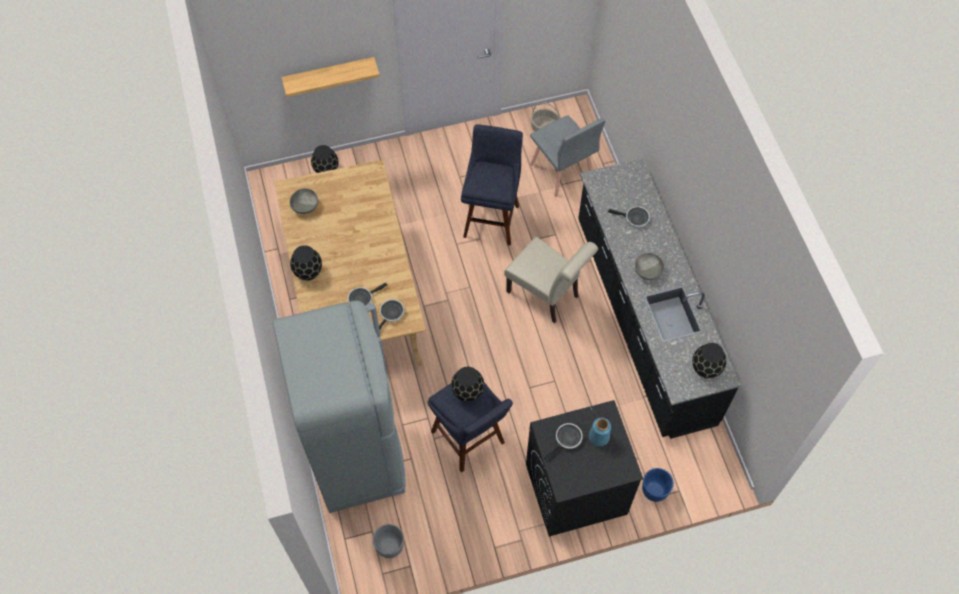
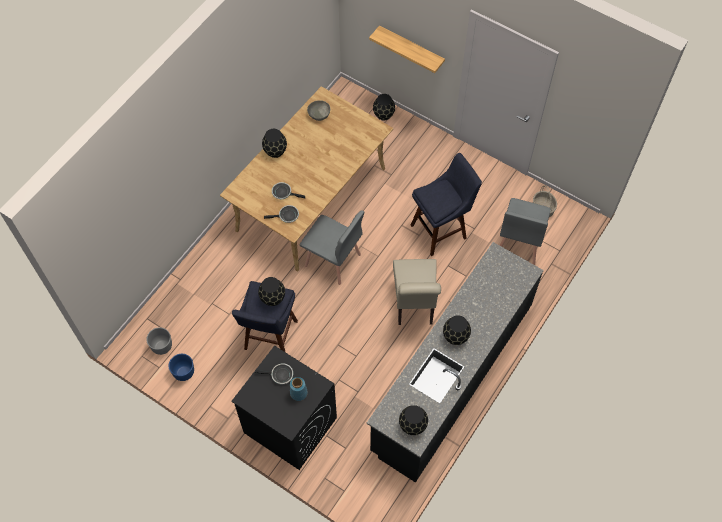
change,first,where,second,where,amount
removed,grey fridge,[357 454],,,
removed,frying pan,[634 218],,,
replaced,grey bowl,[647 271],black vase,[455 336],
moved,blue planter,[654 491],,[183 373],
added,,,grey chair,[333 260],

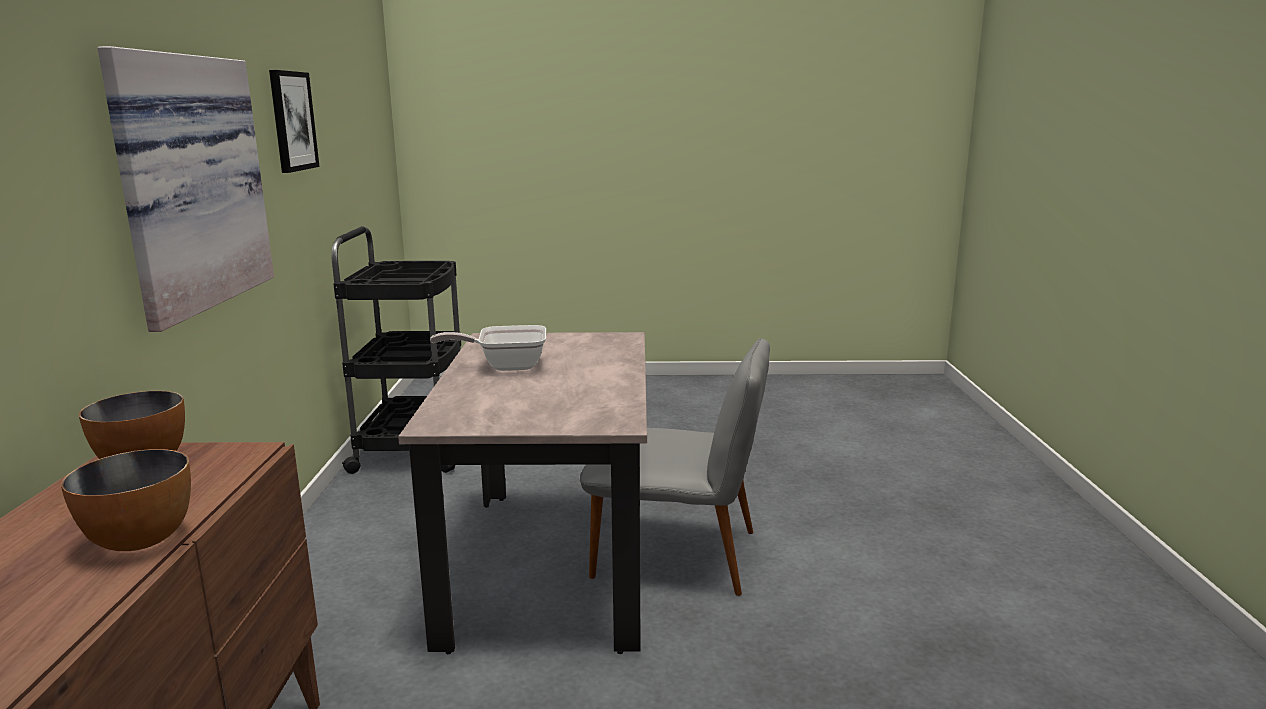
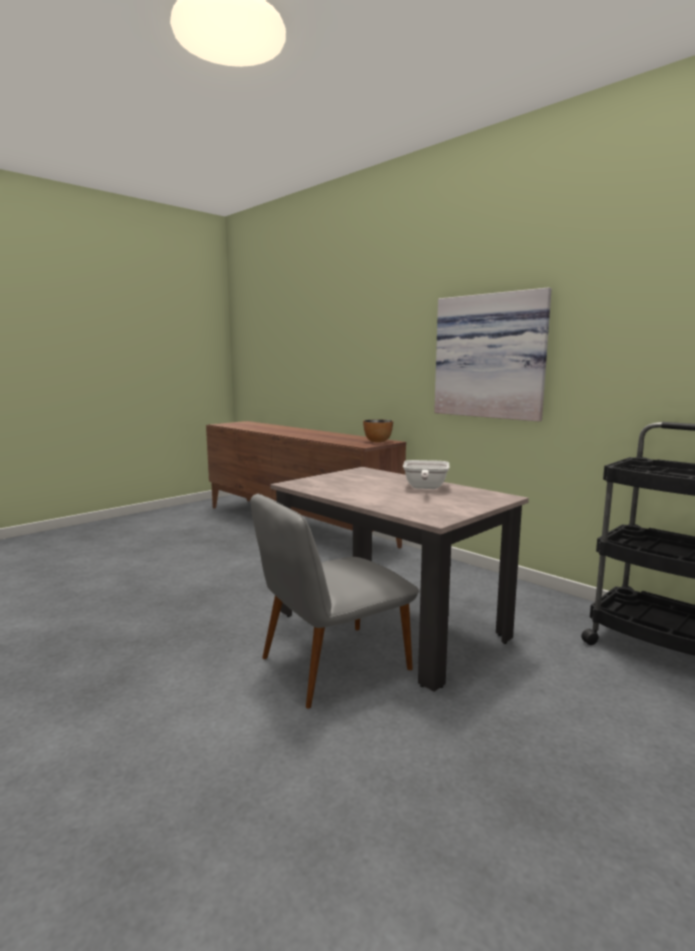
change,first,where,second,where,amount
removed,bowl,[140 541],,,
removed,picture,[292 121],,,
turned,frying pan,[505 366],,[424 488],150 degrees clockwise

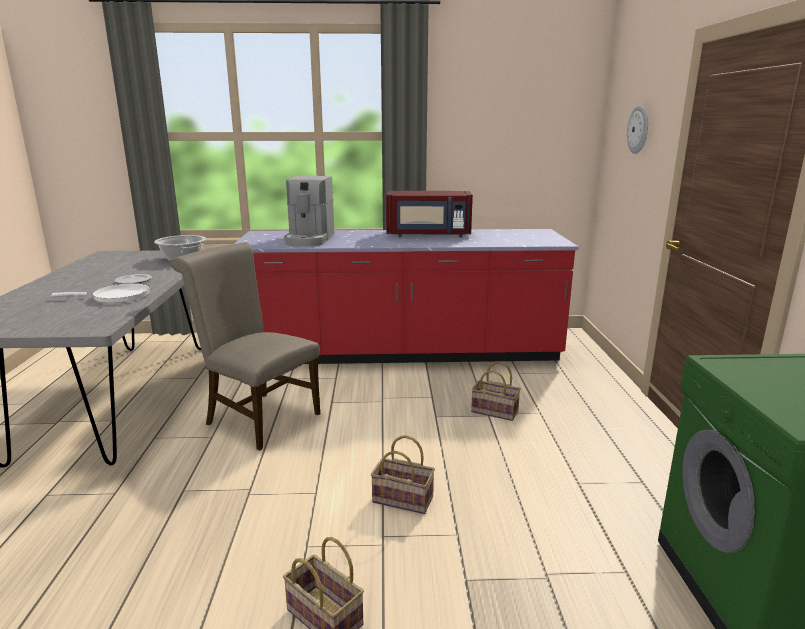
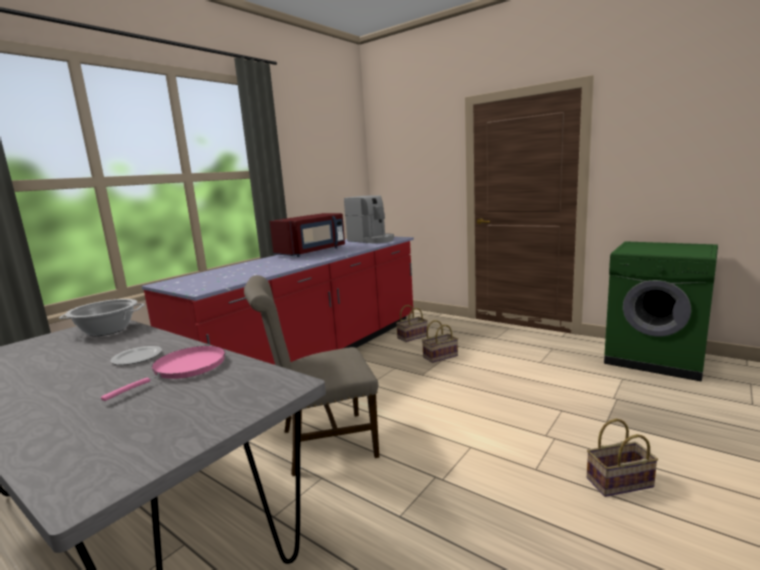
change,first,where,second,where,amount
recoloured,white frying pan,[117 297],pink frying pan,[185 369],
moved,coffee machine,[309 239],,[372 240],
moved,basket,[404 499],,[412 336],
removed,wall clock,[638 129],,,

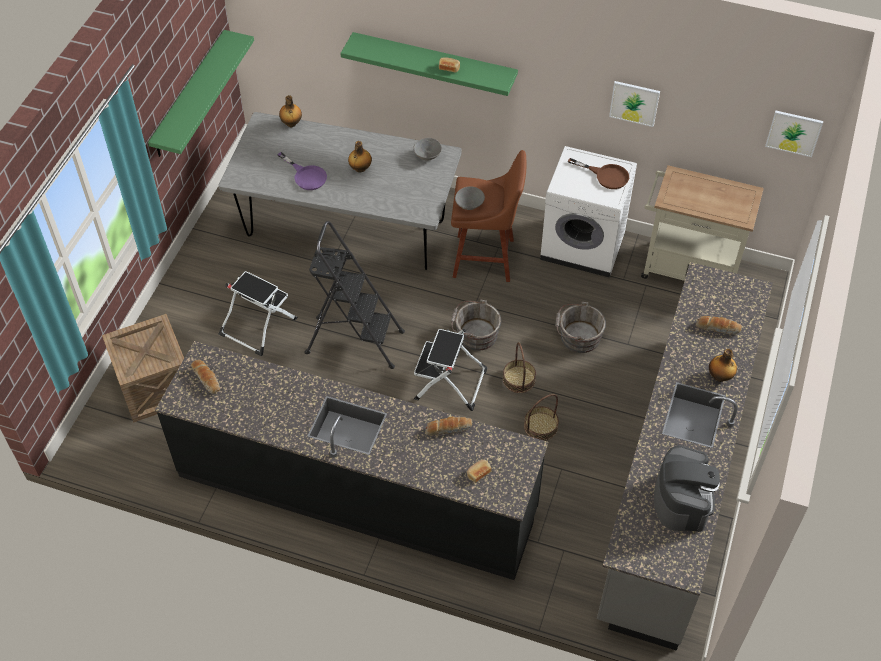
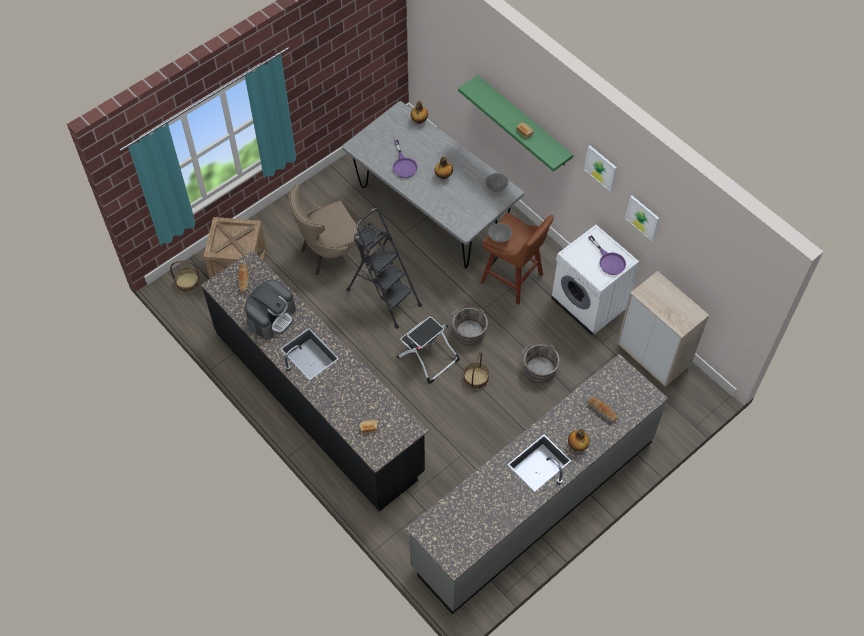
change,first,where,second,where,amount
removed,green shelf,[189 95],,,
replaced,step ladder,[257 324],beige chair,[329 253],
removed,bread,[448 428],,,
moved,basket,[540 426],,[187 282],
recoloured,brown frying pan,[606 176],purple frying pan,[609 261],
replaced,beige cart,[686 269],beige cabinet,[654 357],
moved,coffee machine,[682 499],,[272 317],
moved,picture,[794 133],,[600 168],

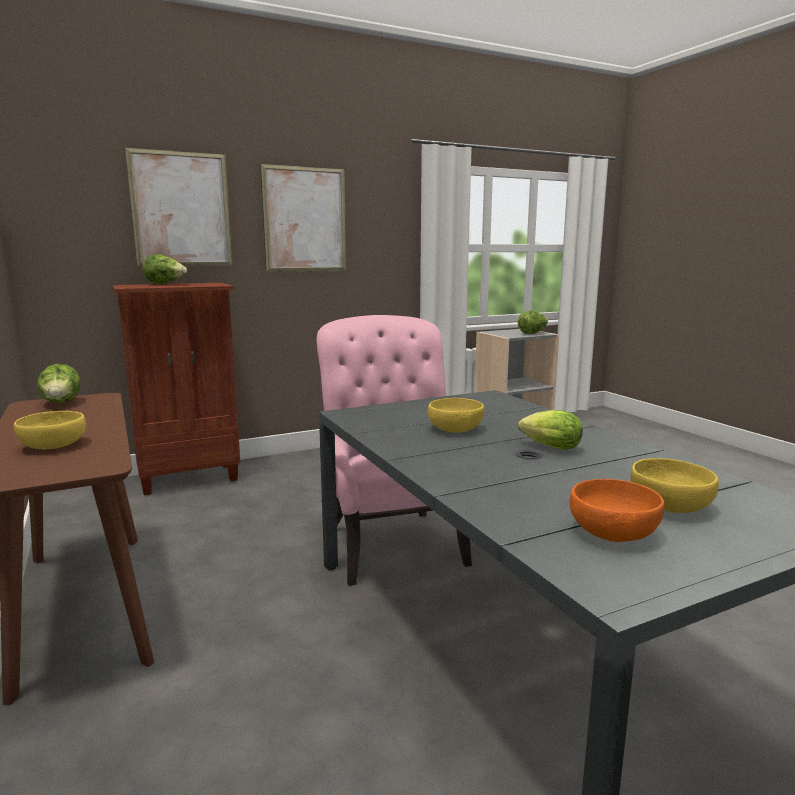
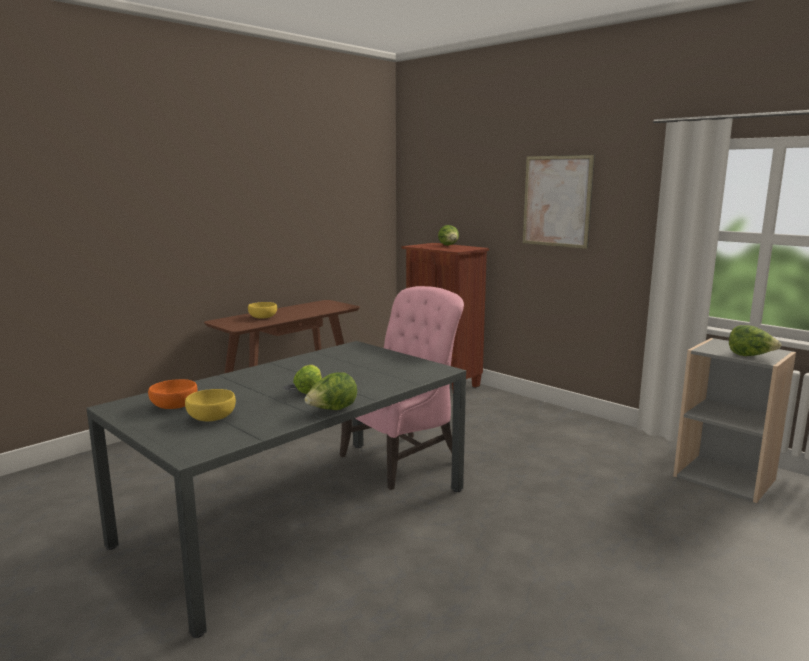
change,first,where,second,where,amount
moved,lettuce,[62 403],,[332 410],
removed,picture,[181 209],,,
removed,yellow bowl,[455 429],,,

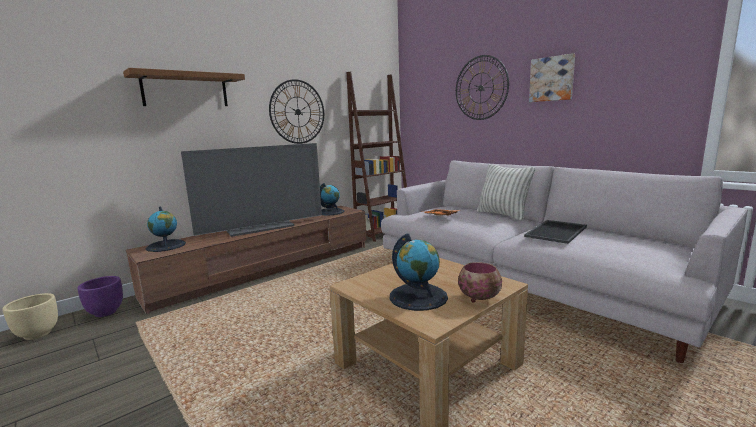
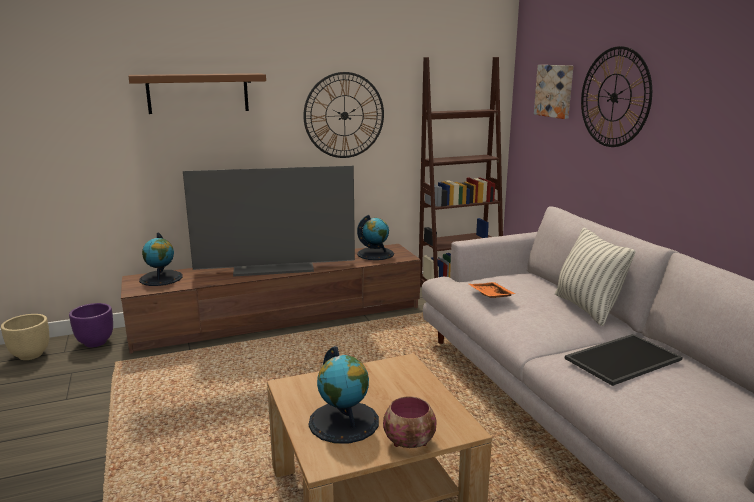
change,first,where,second,where,amount
moved,picture,[552 79],,[555 91],

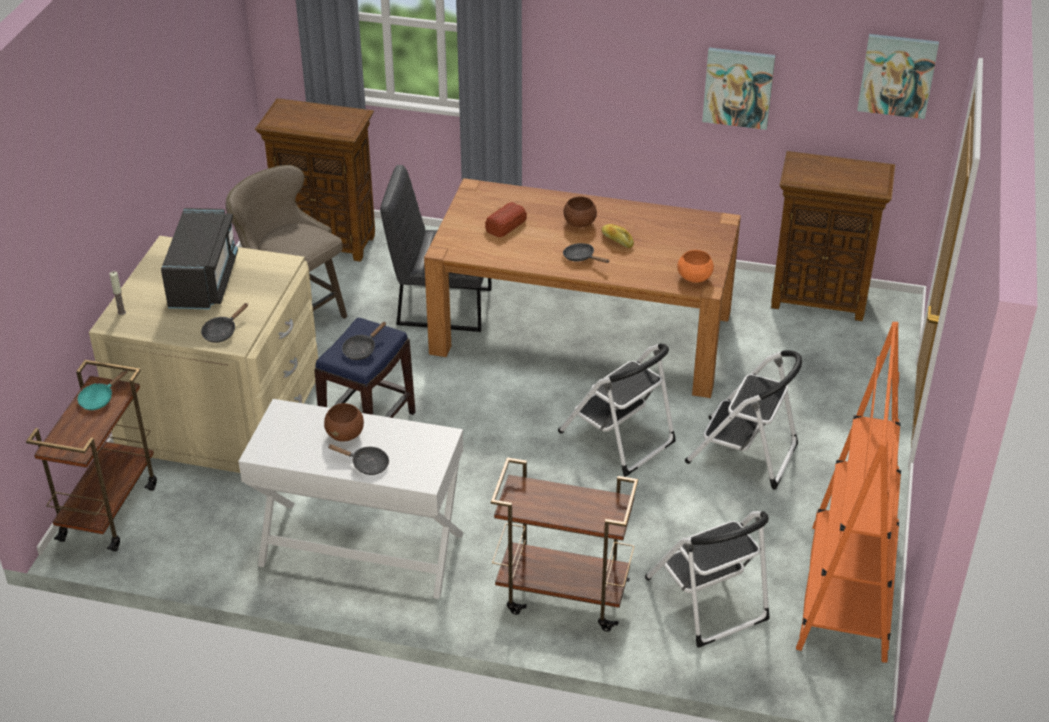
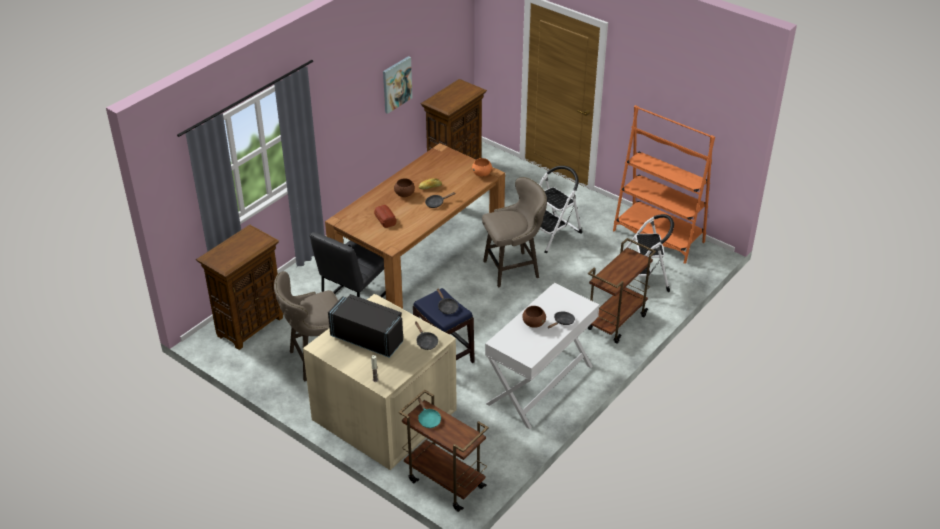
change,first,where,second,where,amount
replaced,step ladder,[619 439],beige stool,[514 269],
removed,picture,[897 75],,,

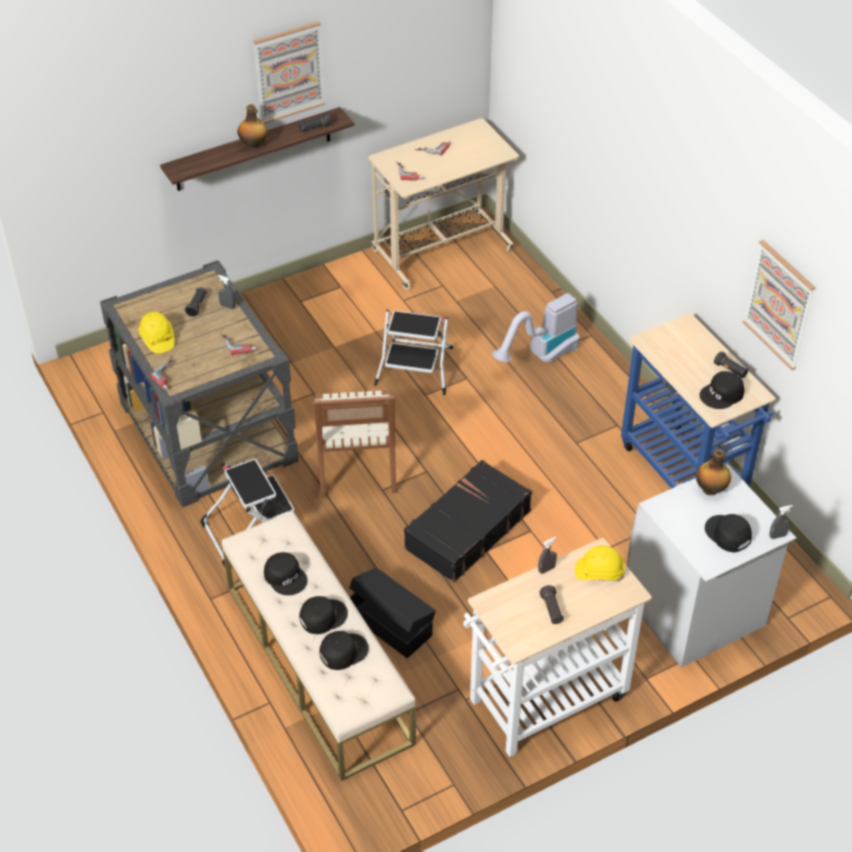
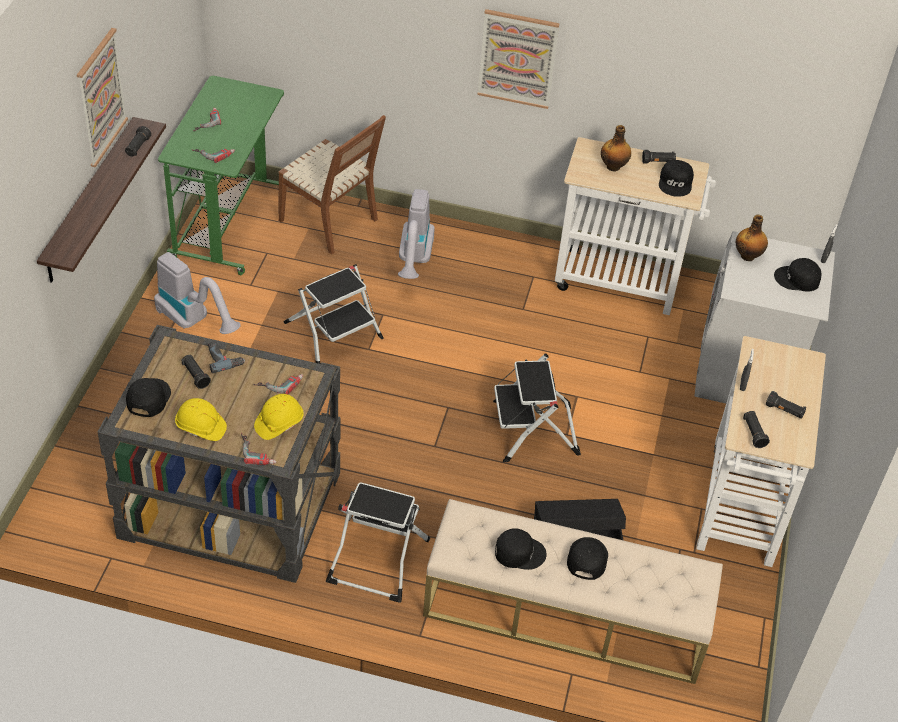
change,first,where,second,where,amount
replaced,grey spray bottle,[227 306],power drill,[224 358],
moved,bottle,[253 145],,[613 166],
moved,chair,[356 470],,[331 223],
moved,black cap,[343 651],,[148 398],
recoloured,beige desk,[442 250],green desk,[229 224],
replaced,black suitcase,[466 530],step ladder,[534 429],
moved,yellow hard hat,[599 572],,[279 423],
recoloured,blue cart,[684 474],white cart,[619 281],
moved,picture,[779 304],,[517 58],
added,,,vacuum cleaner,[195 322],
added,,,black flashlight,[753 433],

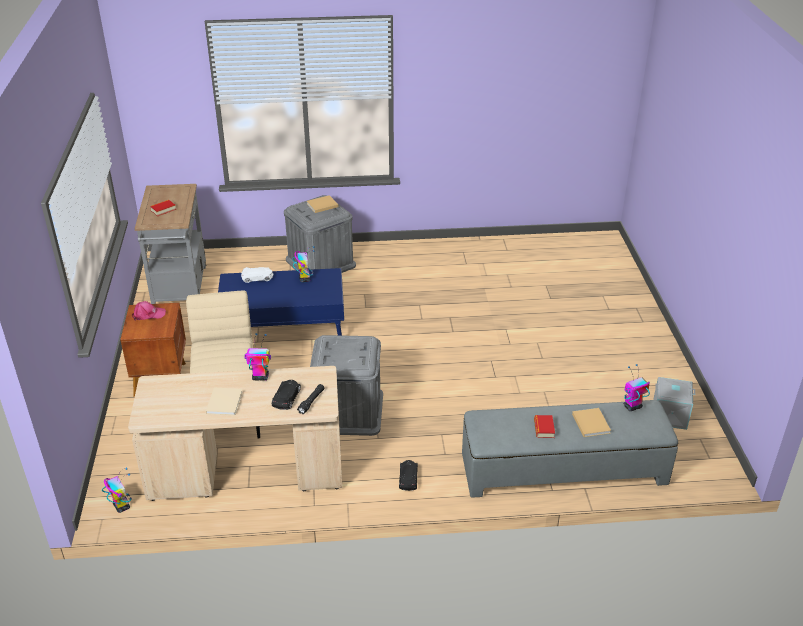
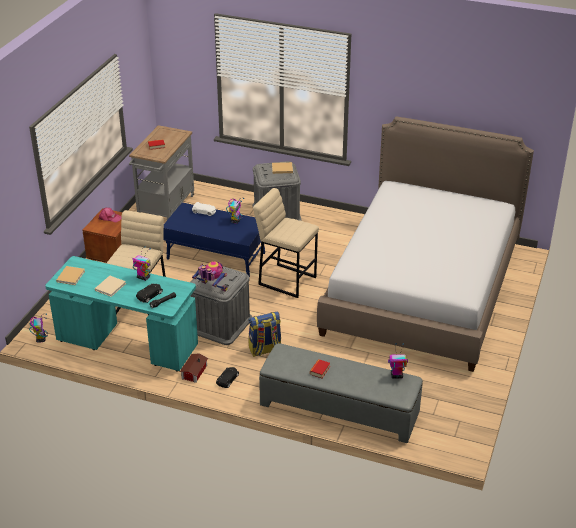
change,first,where,second,where,amount
recoloured,beige desk,[246 474],turquoise desk,[127 343],
moved,beige book,[590 423],,[71 276],
removed,grey storage box,[669 416],,,
added,,,toy house,[193 372],
added,,,toy robot,[212 288],
added,,,backpack,[265 350],
added,,,beige stool,[286 280],
added,,,bed,[422 288],

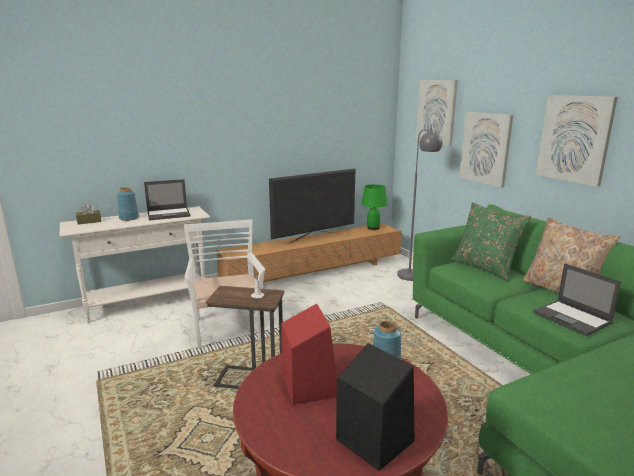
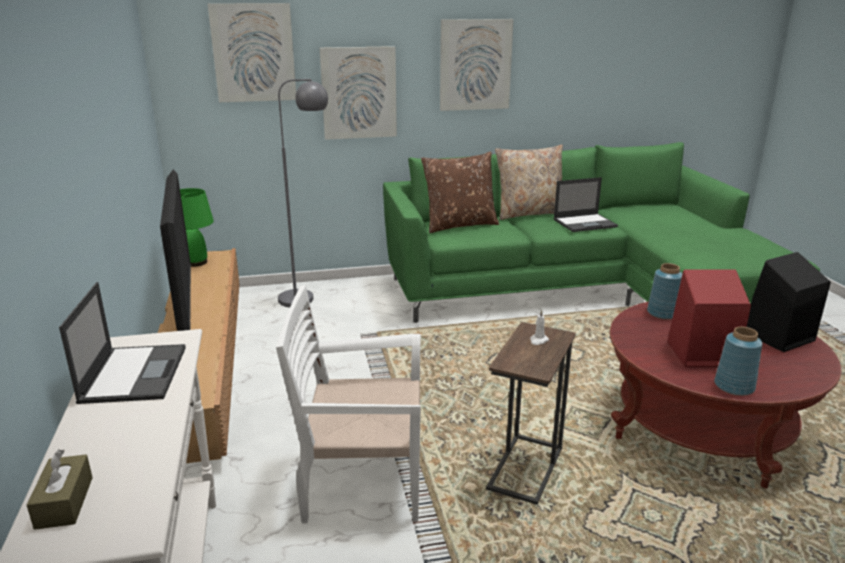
change,first,where,second,where,amount
moved,blue vase,[129 218],,[734 386],
recoloured,green pillow,[485 267],brown pillow,[460 225],

